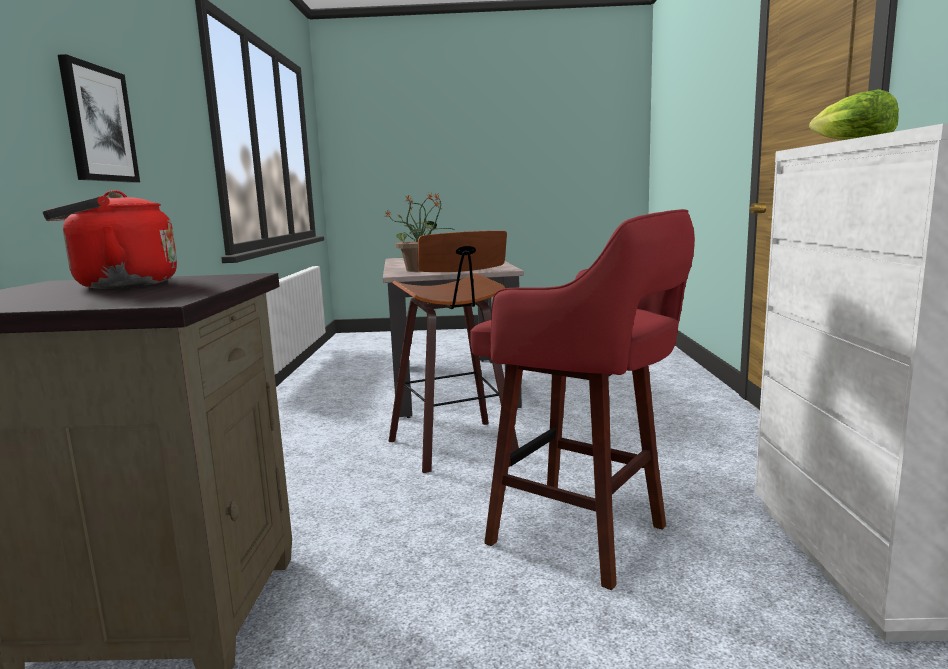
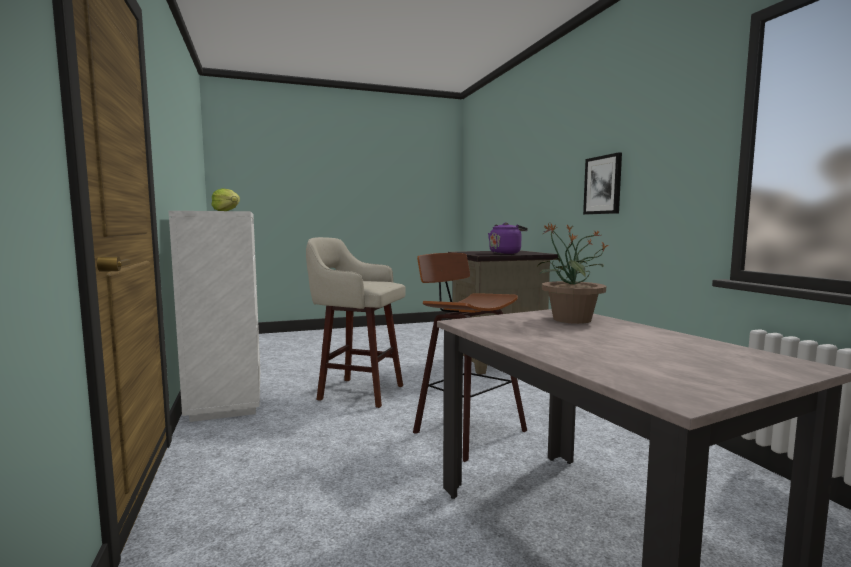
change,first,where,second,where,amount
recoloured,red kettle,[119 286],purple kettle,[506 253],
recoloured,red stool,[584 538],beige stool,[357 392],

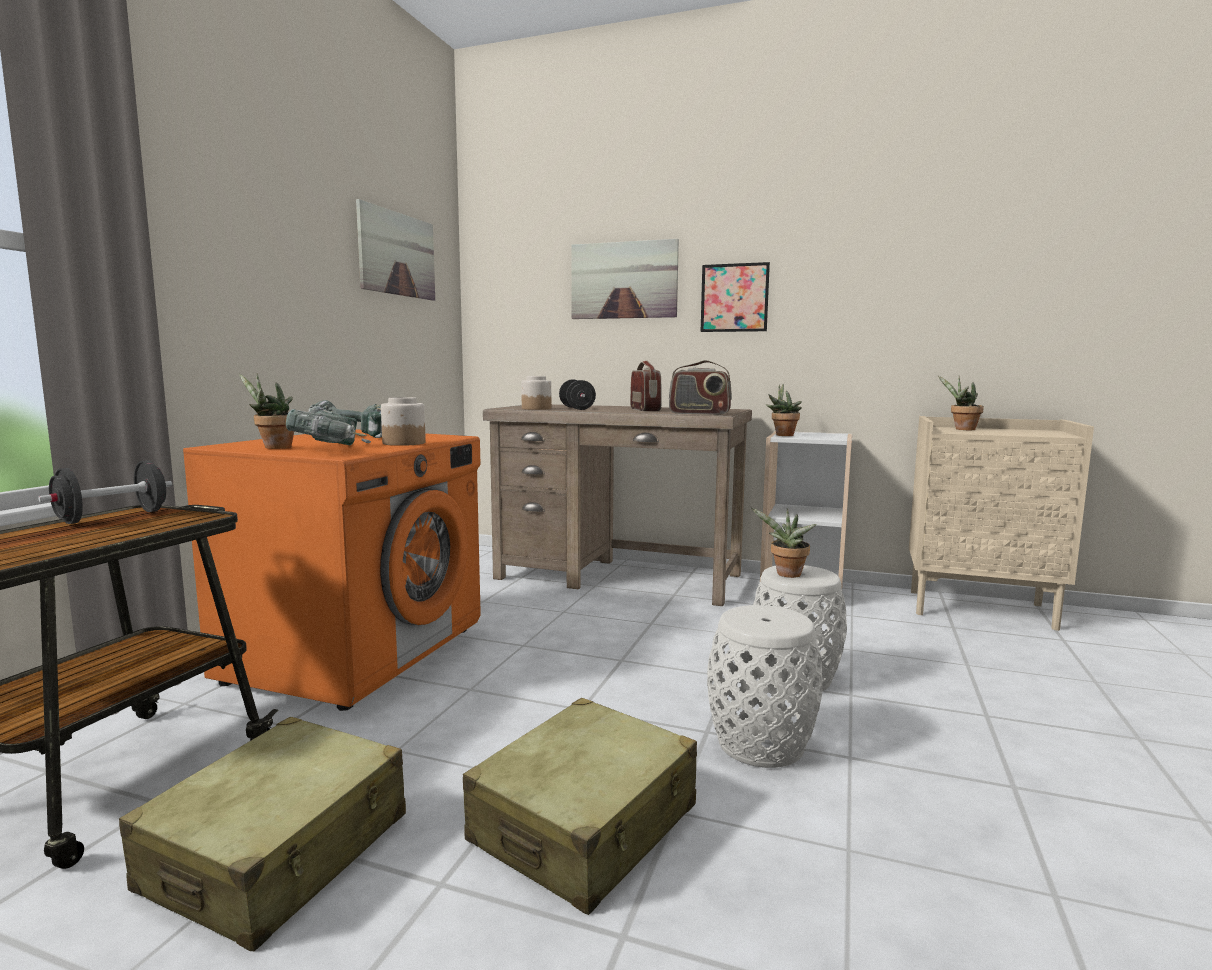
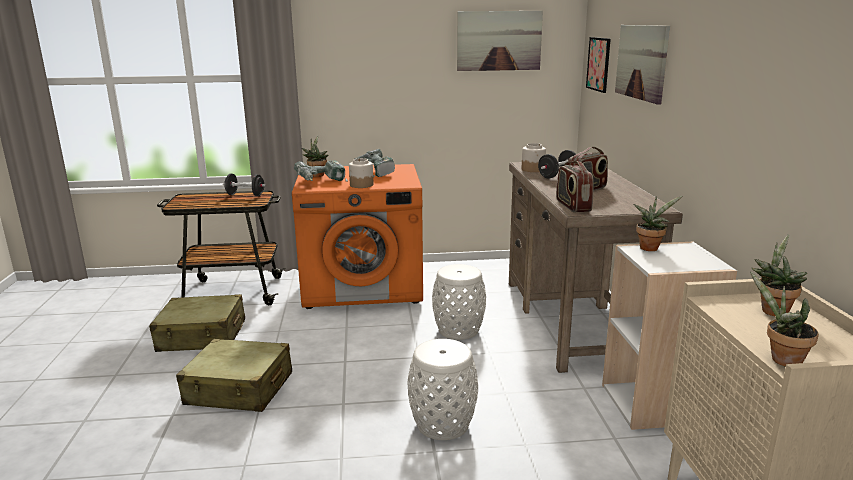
change,first,where,second,where,amount
moved,picture,[734 298],,[598 64],
moved,white stool,[760 745],,[458 330],
moved,potted plant,[786 575],,[781 360],

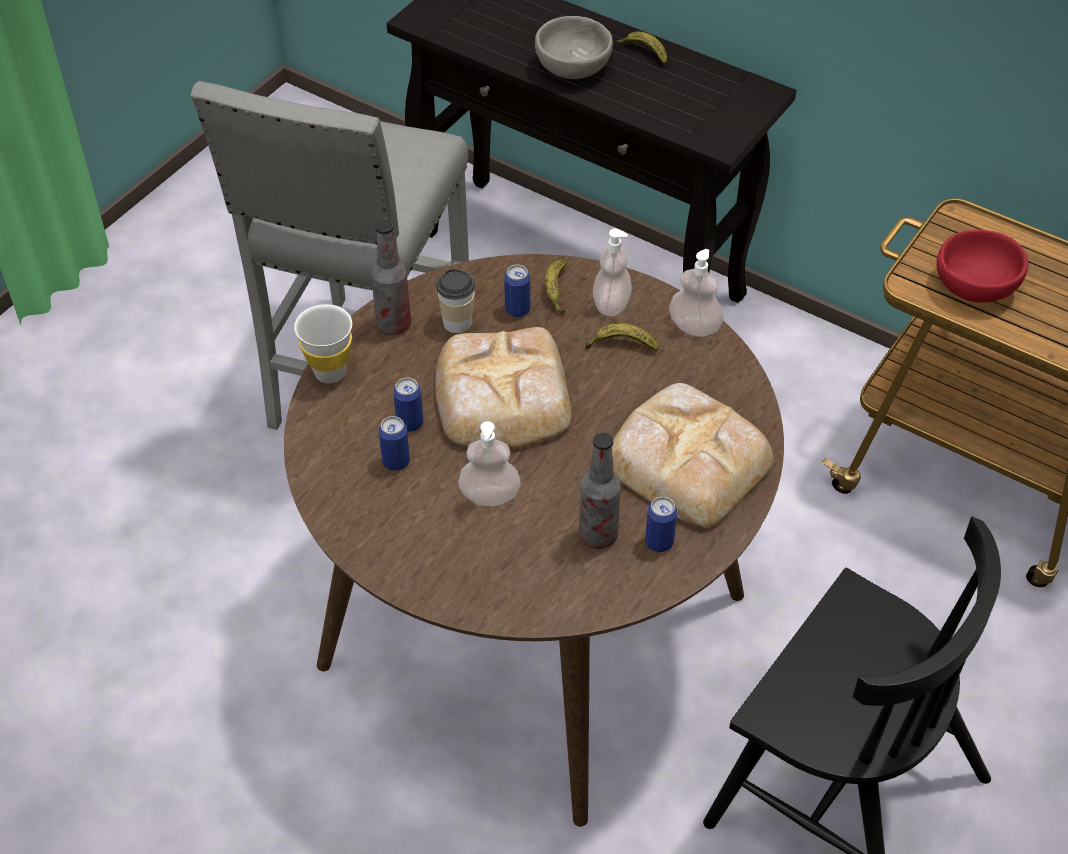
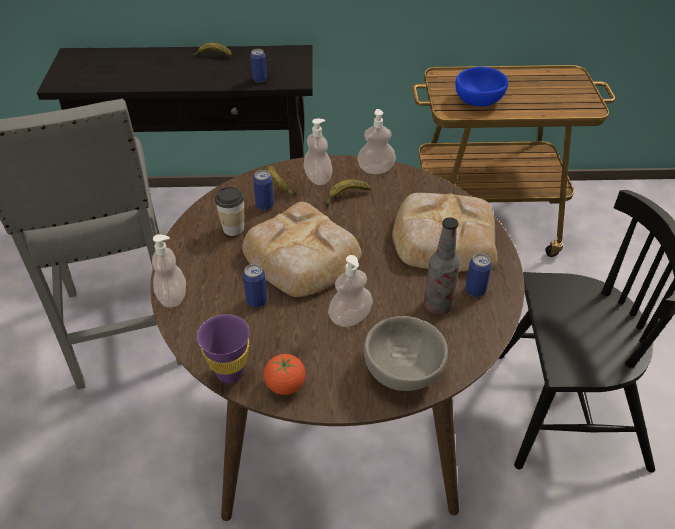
change,first,where,second,where,amount
replaced,white cup,[330 372],soap dispenser,[172 297],
removed,bottle,[393 325],,,
moved,can,[396 462],,[259 79],
moved,grey bowl,[571 68],,[401 371],
recoloured,red bowl,[976 288],blue bowl,[479 101],
added,,,purple cup,[230 372],
added,,,tomato,[285 385],

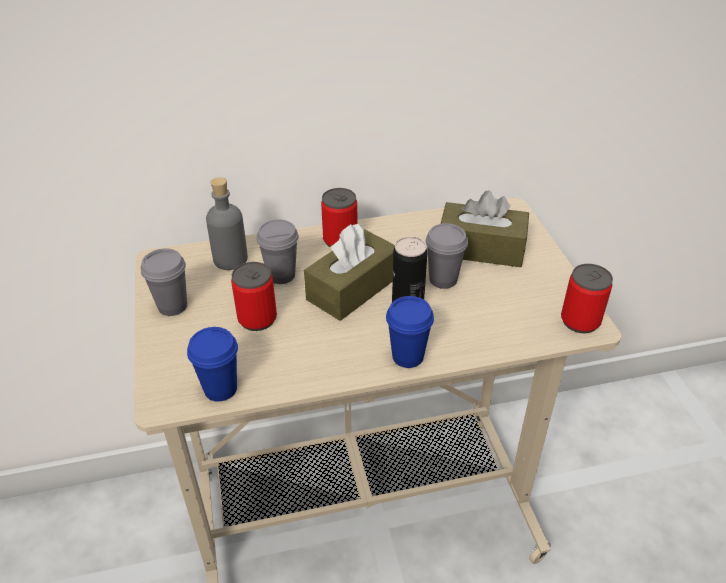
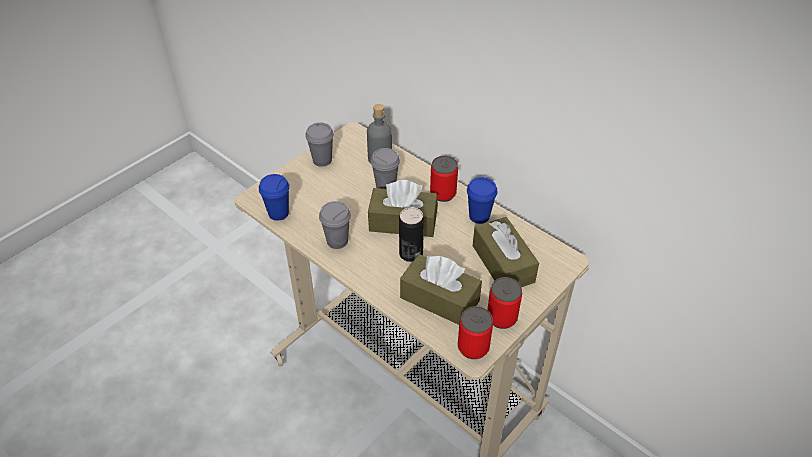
change,first,where,second,where,amount
moved,can,[257 319],,[502 317],
moved,blue cup,[407 356],,[479 216],
moved,grey cup,[443 279],,[337 241],
added,,,brown tissue box,[439 299],

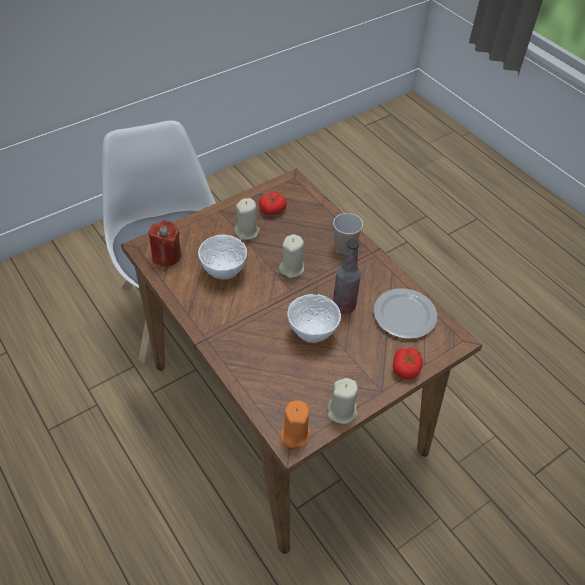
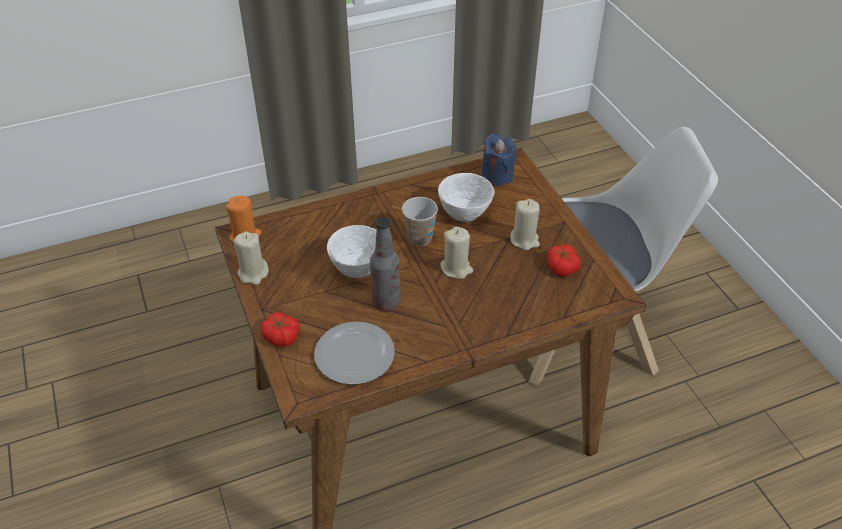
change,first,where,second,where,amount
recoloured,red candle,[166 256],blue candle,[497 176],
moved,cup,[345 247],,[419 238],

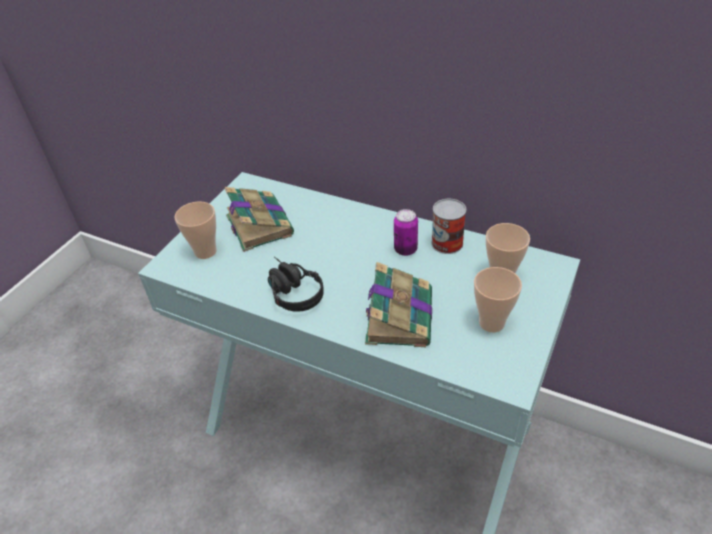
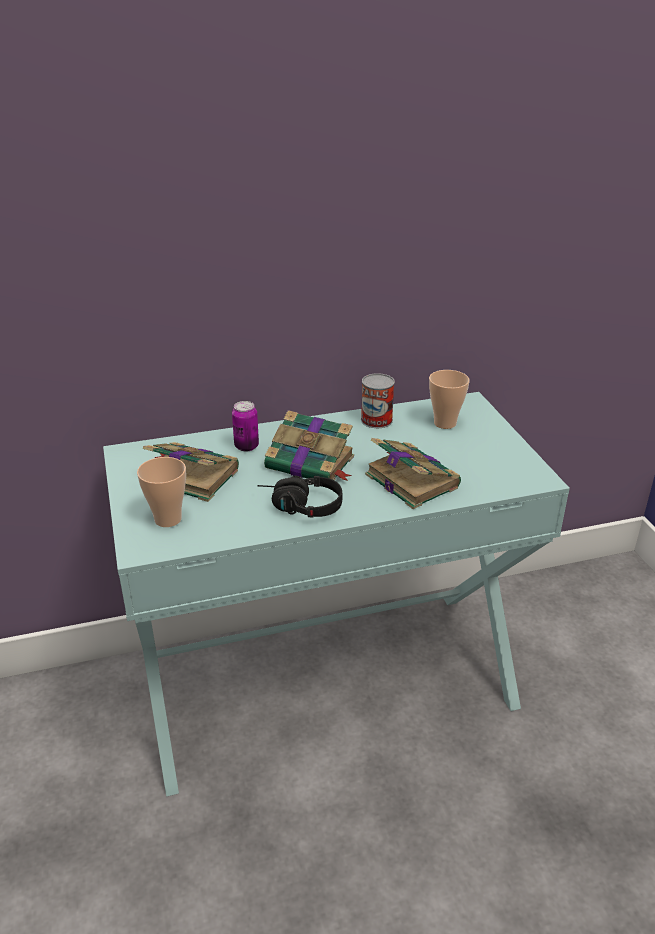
change,first,where,second,where,amount
moved,can,[405 250],,[246 446],
removed,cup,[491 323],,,
added,,,book,[311 463],

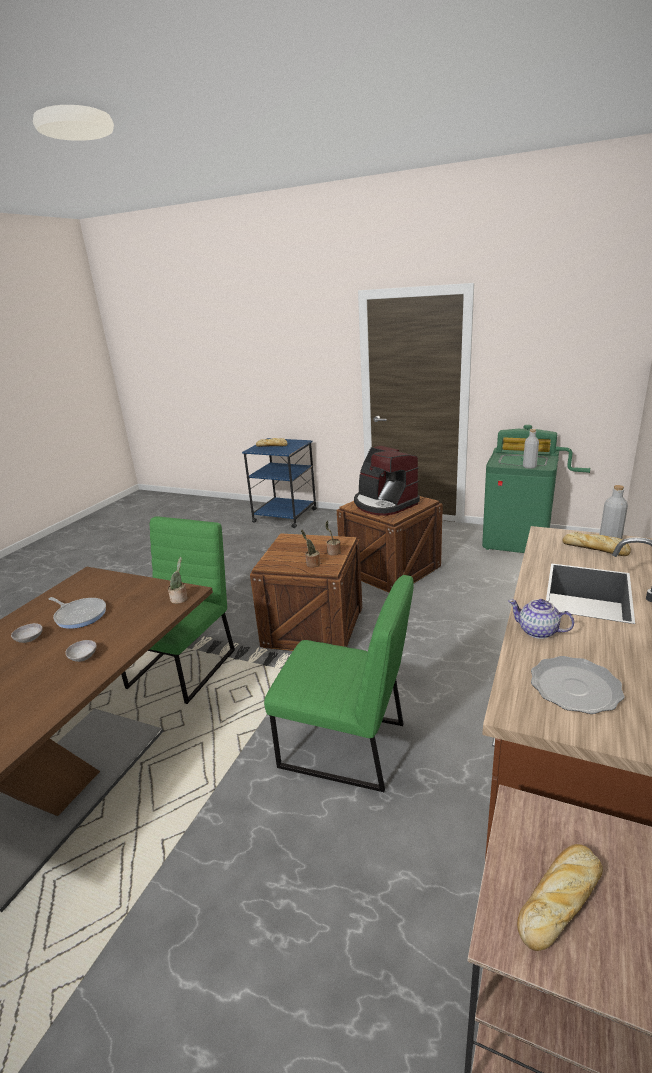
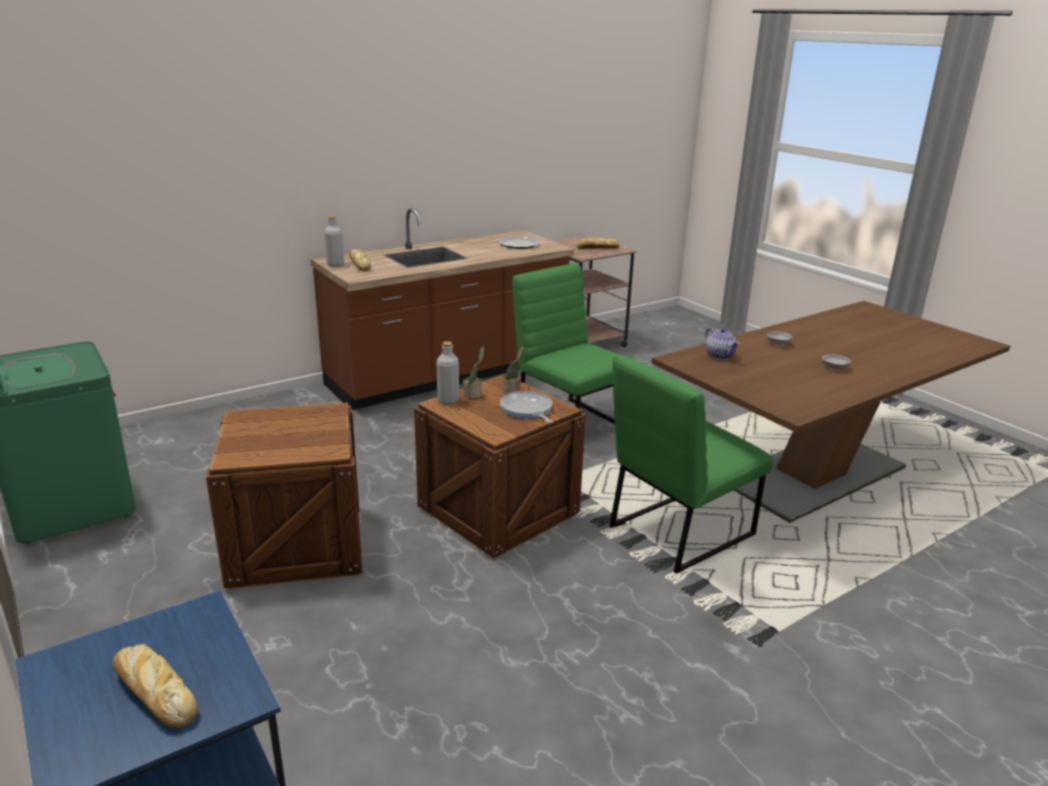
change,first,where,second,where,amount
moved,frying pan,[79 615],,[527 410],
removed,potted plant,[180 599],,,
removed,coffee machine,[384 504],,,
moved,teapot,[538 631],,[719 355],
moved,grey bottle,[529 466],,[448 400],

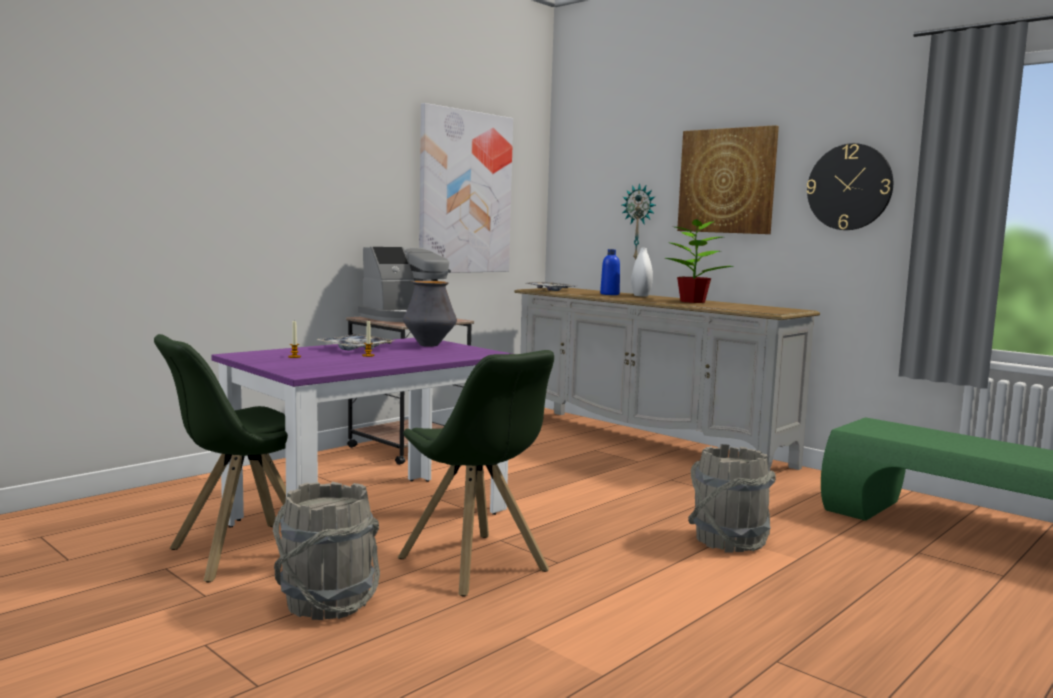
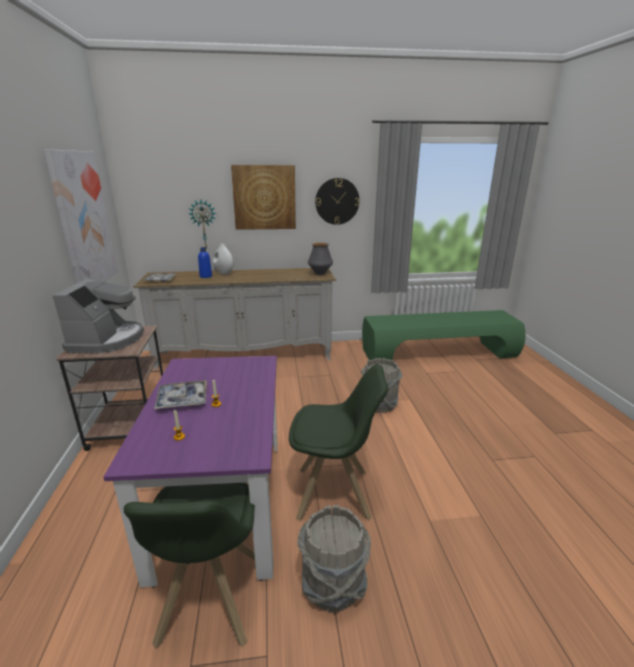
change,first,where,second,where,amount
moved,vase,[429 345],,[320 274],
removed,potted plant,[693 301],,,

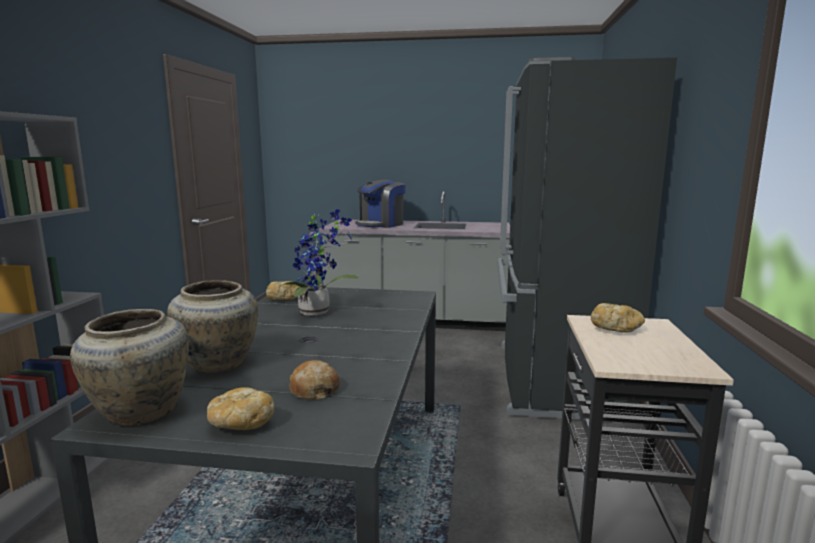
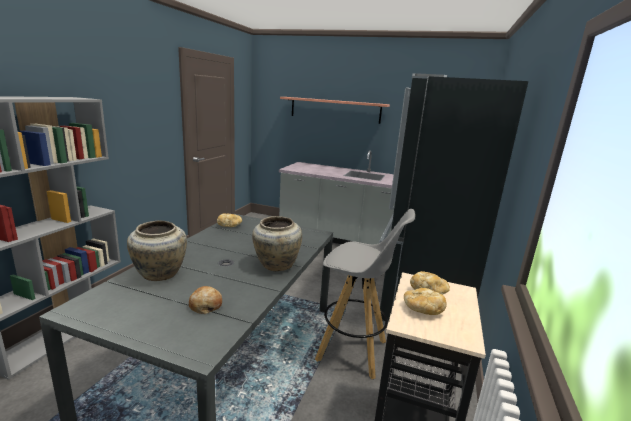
change,first,where,second,where,amount
moved,beige vase,[139 412],,[275 265],
moved,bread,[240 424],,[422 310],
removed,potted plant,[318 311],,,
removed,coffee machine,[381 225],,,
added,,,shelf,[335 110],
added,,,grey stool,[353 351],

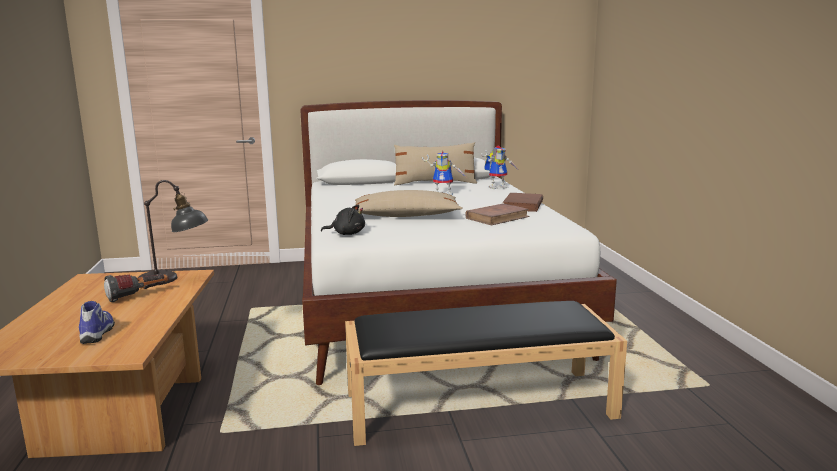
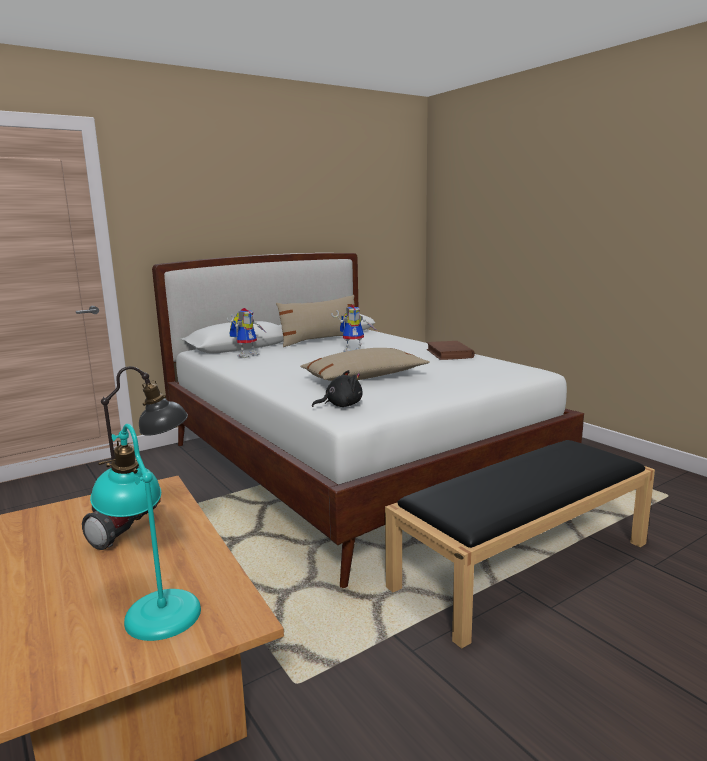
change,first,where,second,where,amount
replaced,shoe,[98 333],turquoise table lamp,[150 600],
removed,brown book,[497 218],,,
moved,toy robot,[498 187],,[248 355],

